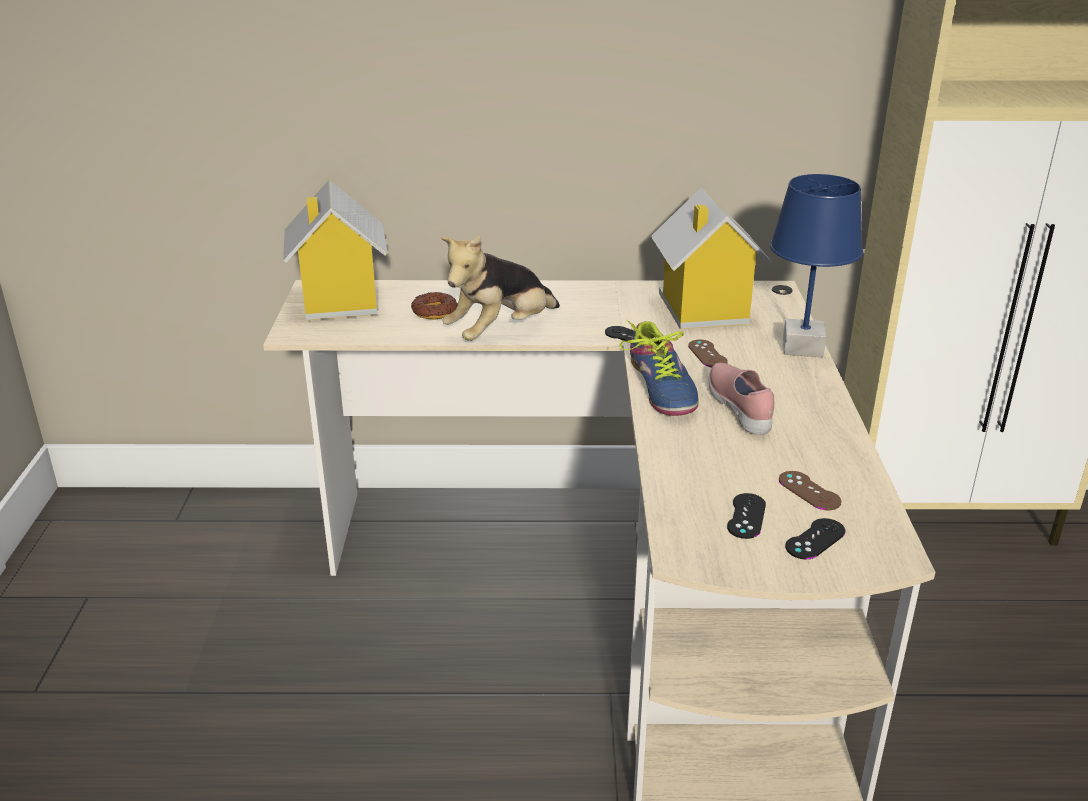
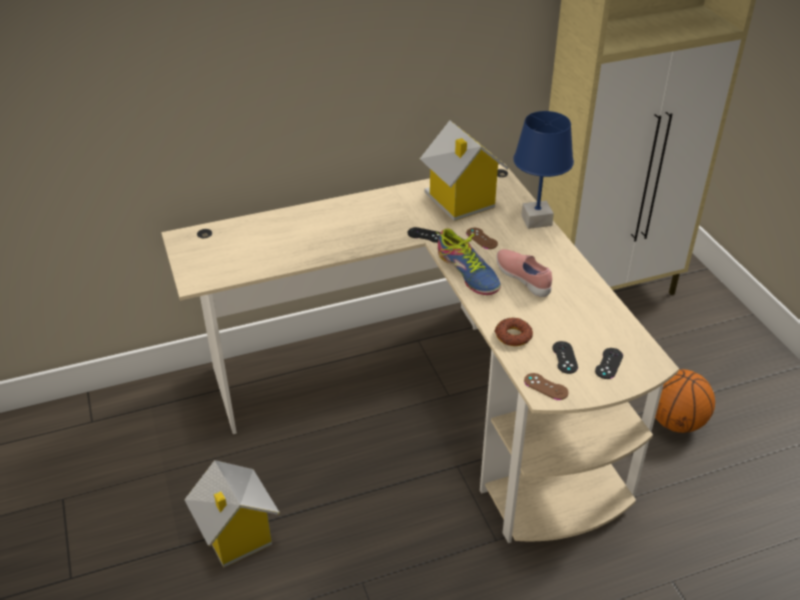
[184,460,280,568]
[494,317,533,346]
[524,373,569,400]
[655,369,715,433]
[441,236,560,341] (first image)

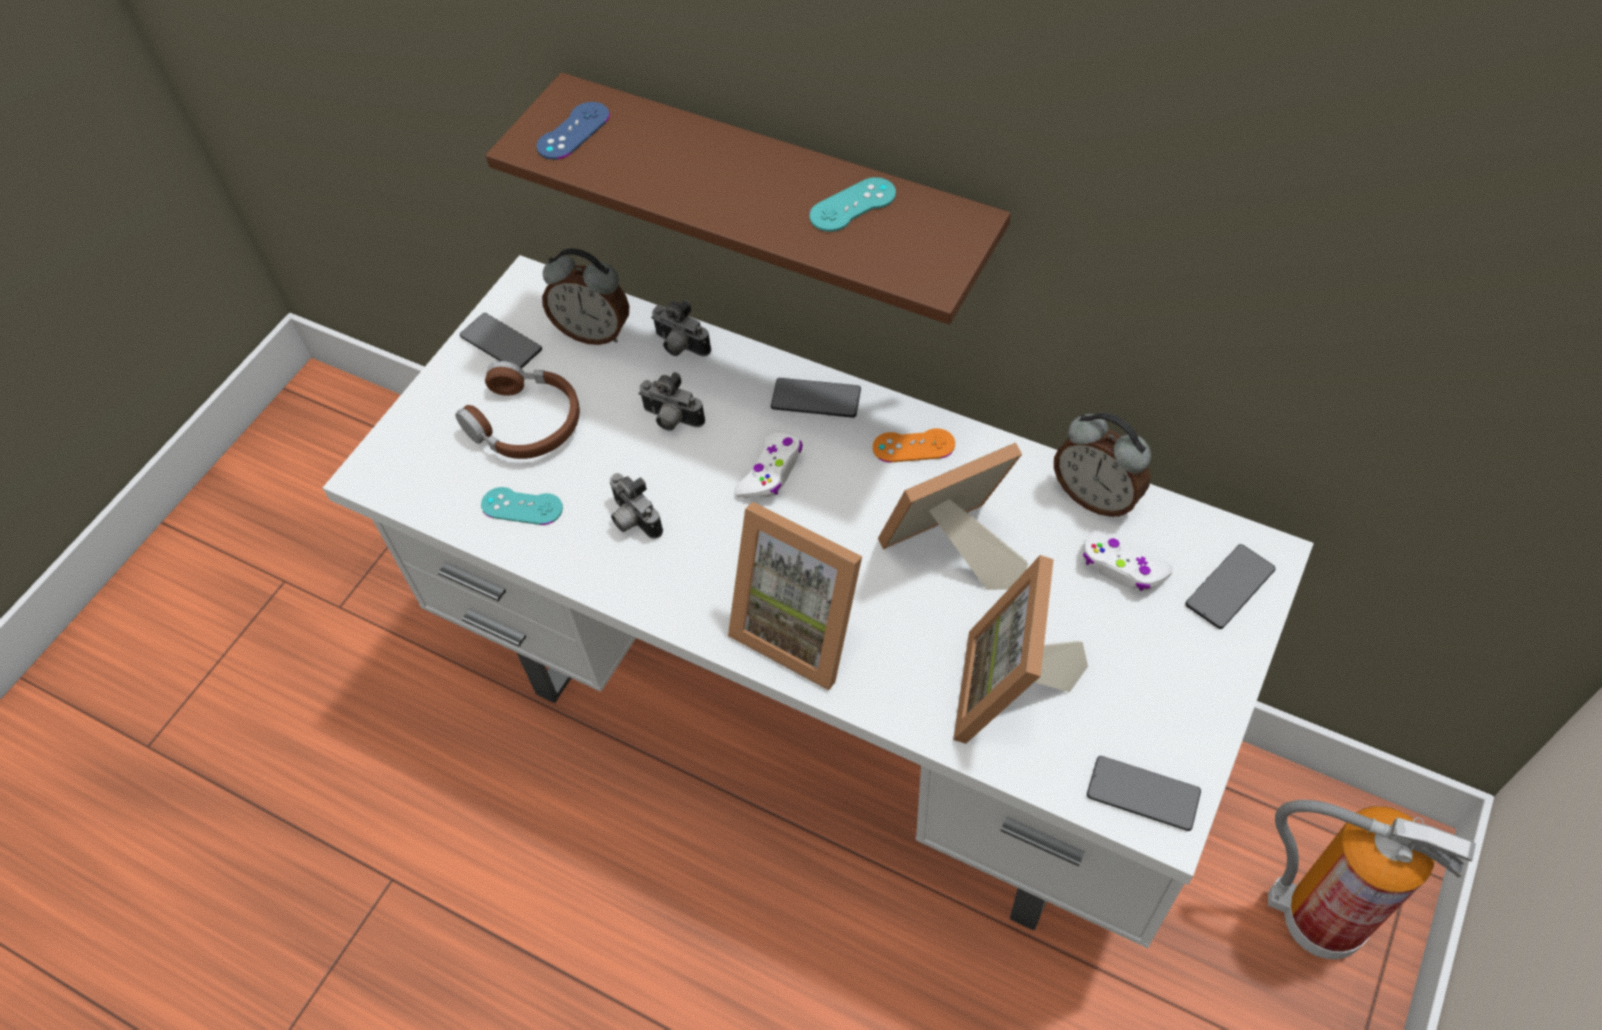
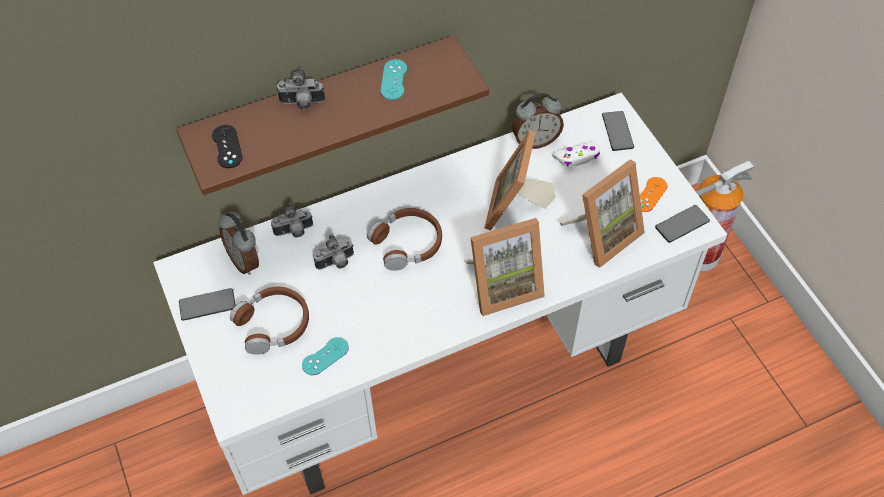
[212,125,243,168]
[219,212,259,275]
[277,68,325,109]
[367,208,442,271]
[560,160,645,268]
[640,177,667,212]
[771,378,861,418] (first image)

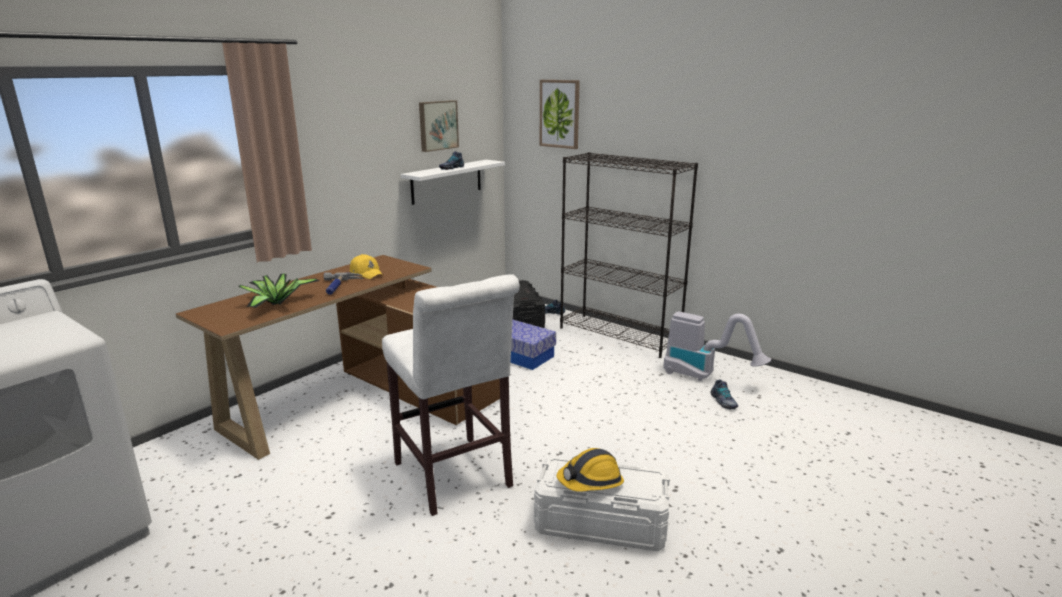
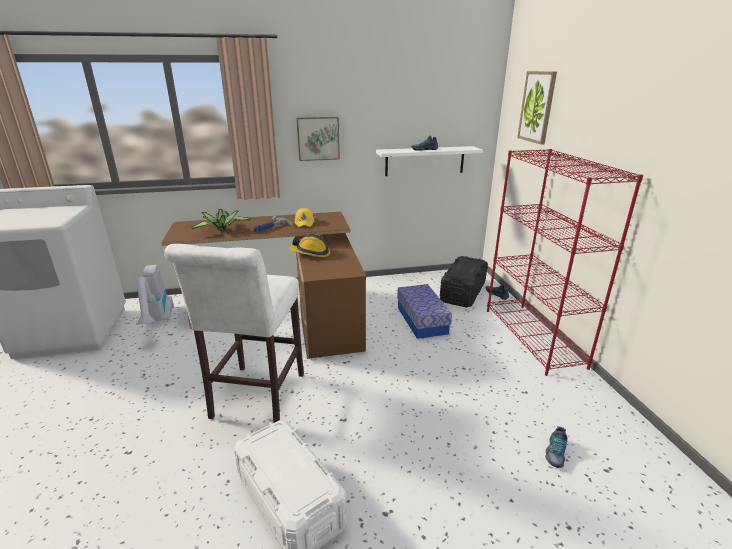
[136,265,174,324]
[289,234,330,257]
[296,117,340,161]
[487,149,643,376]

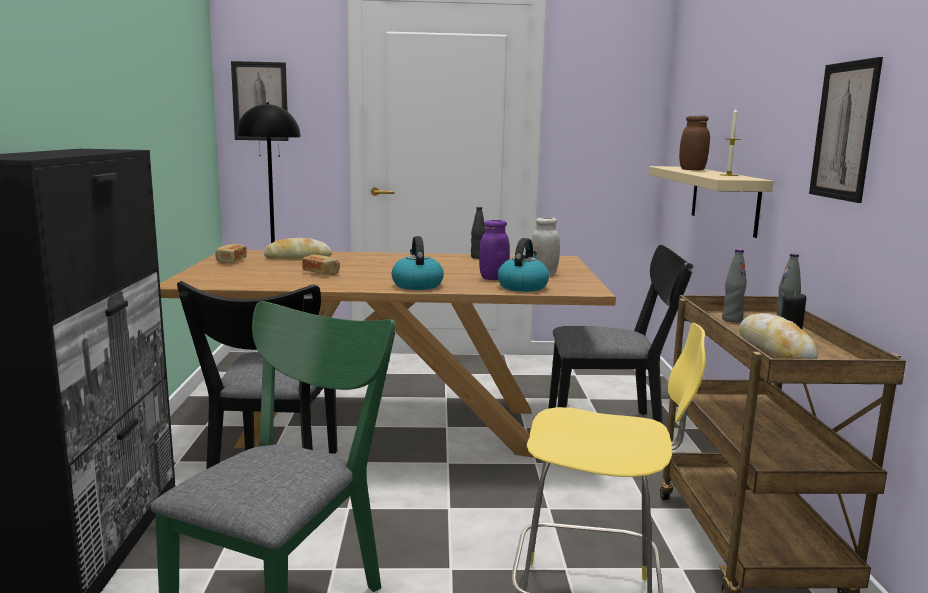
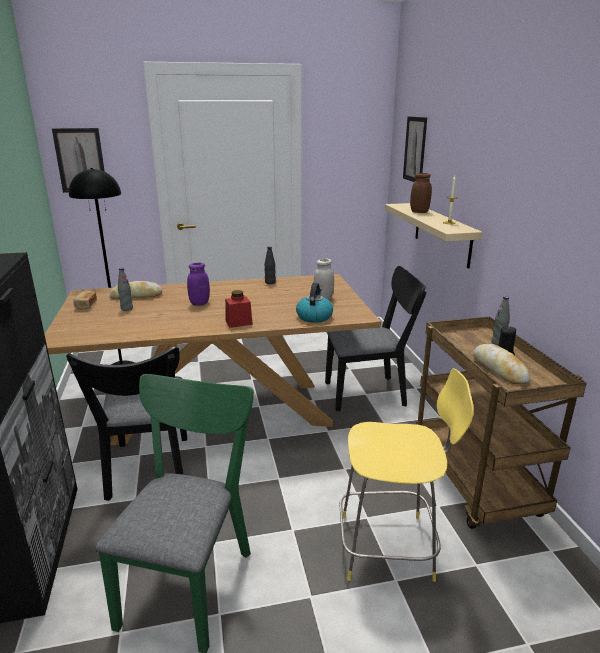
[118,268,133,311]
[187,262,210,306]
[225,290,253,328]
[403,116,427,182]
[302,255,340,275] (first image)

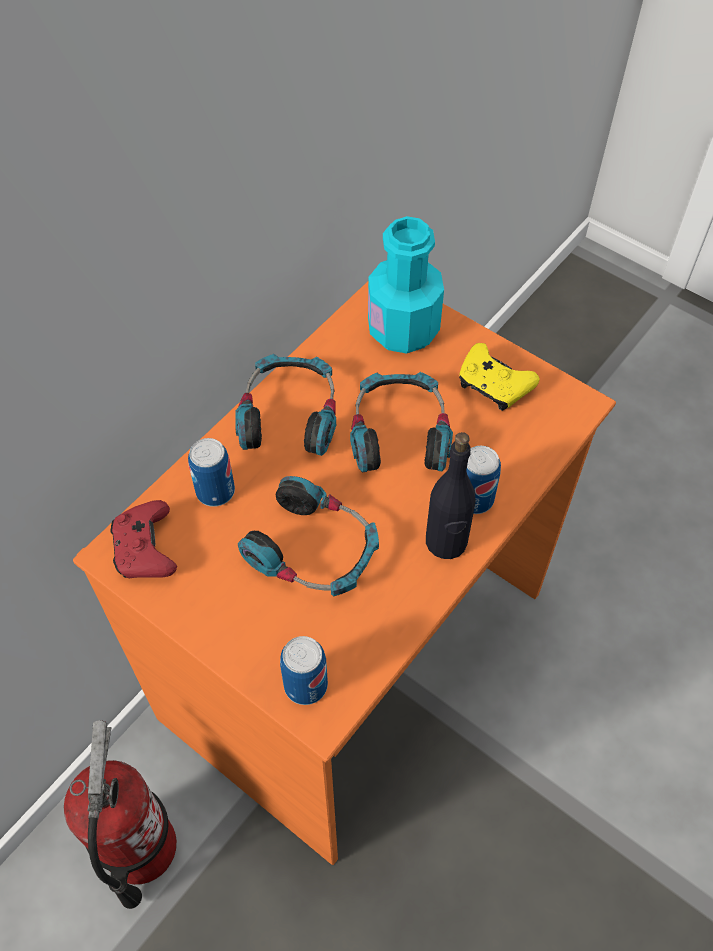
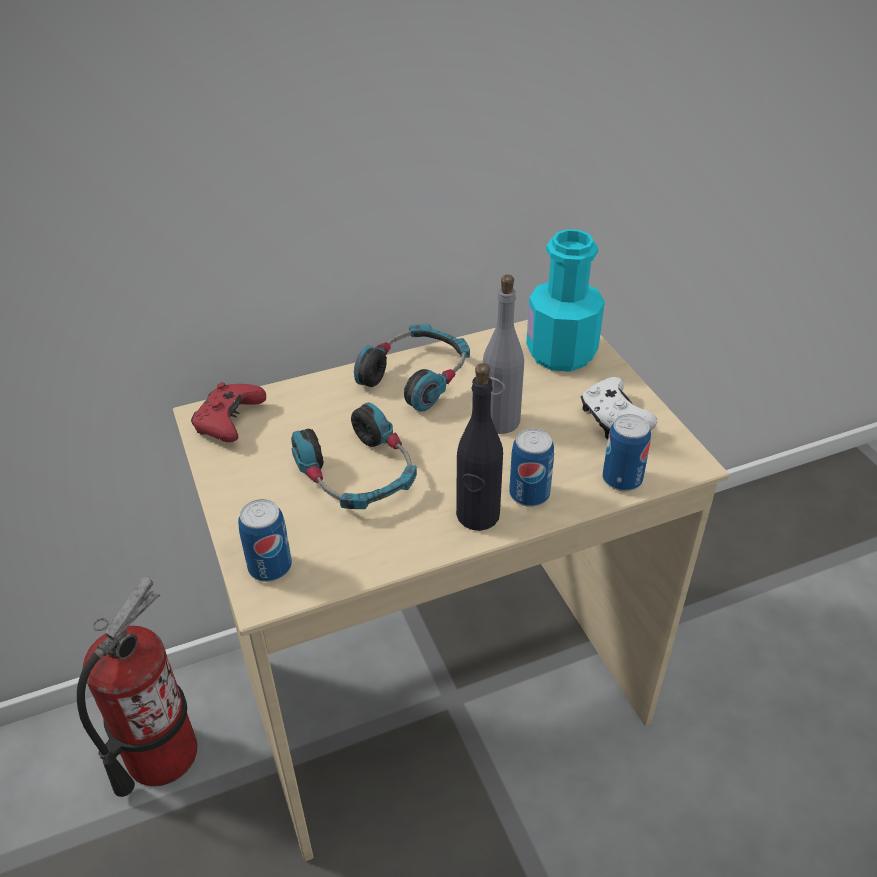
[173,320,729,861]
[483,275,524,434]
[581,377,657,440]
[602,414,651,491]

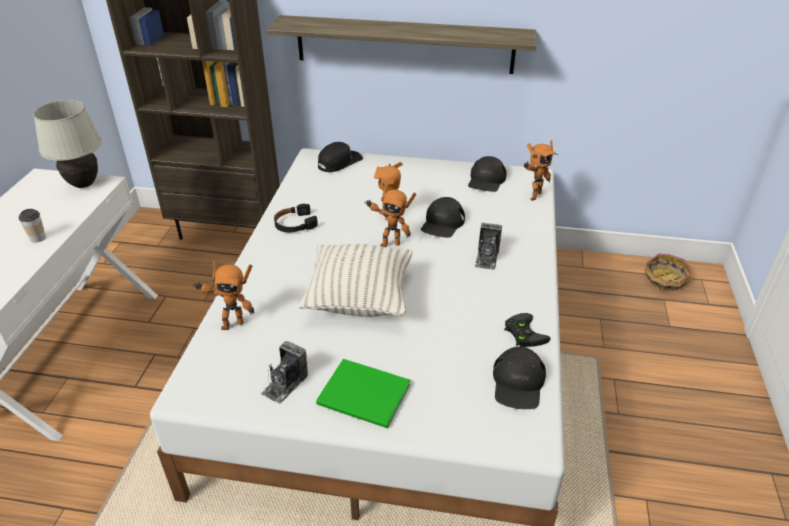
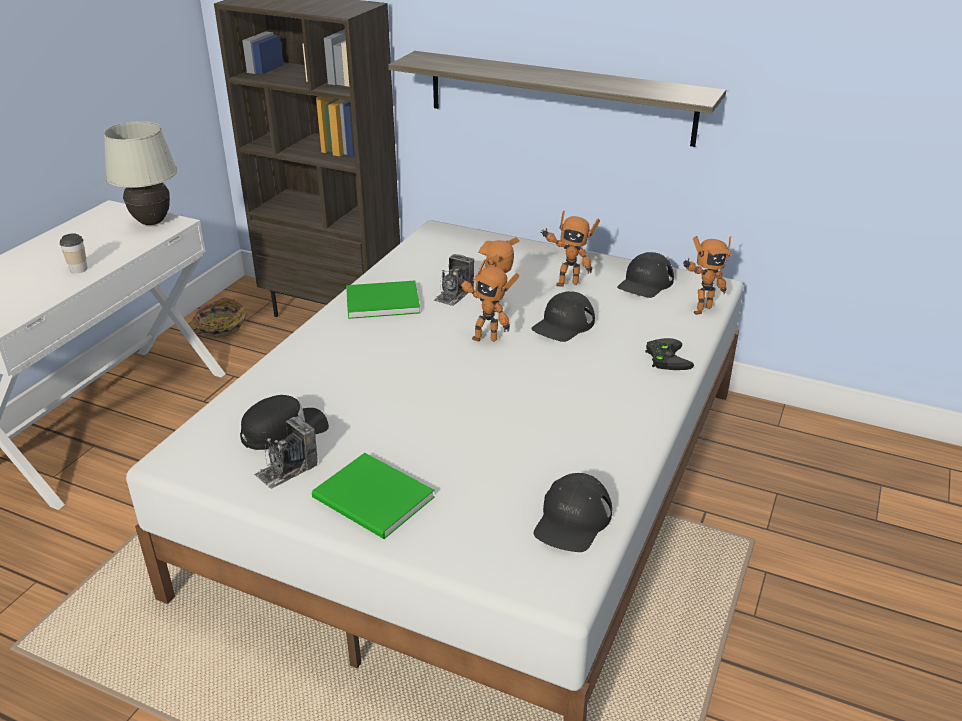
[192,298,248,338]
[240,395,329,450]
[346,281,420,319]
[433,254,474,306]
[540,211,600,287]
[645,338,694,370]
[299,244,412,317] (first image)

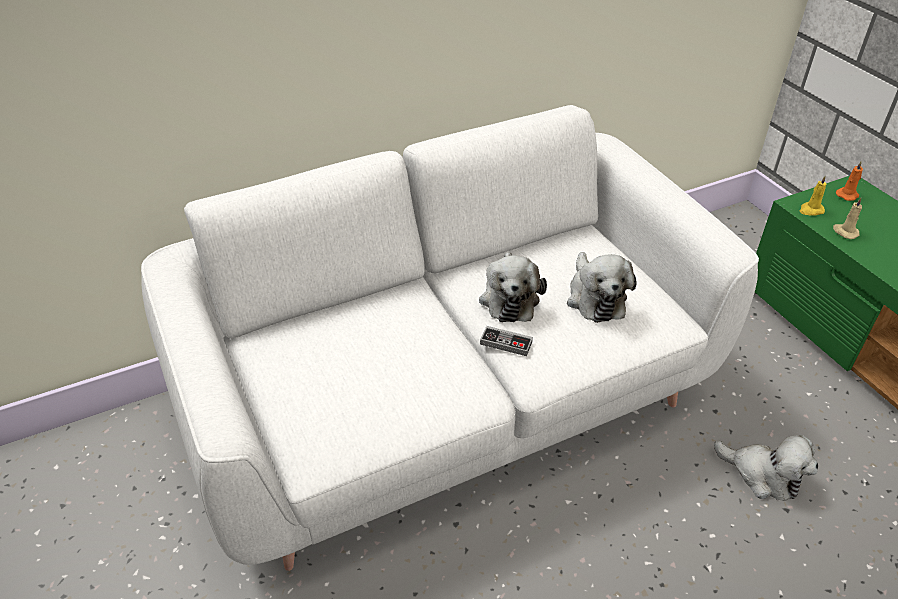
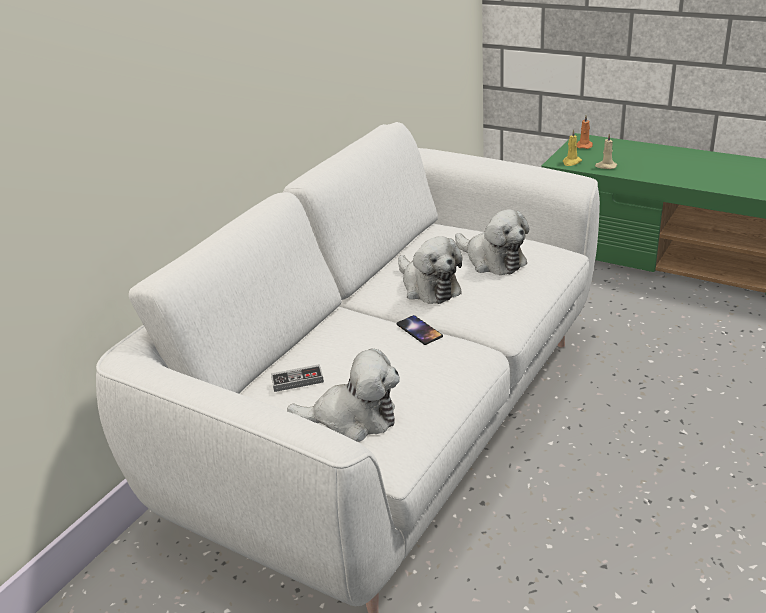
[271,364,324,392]
[287,348,400,442]
[396,315,443,345]

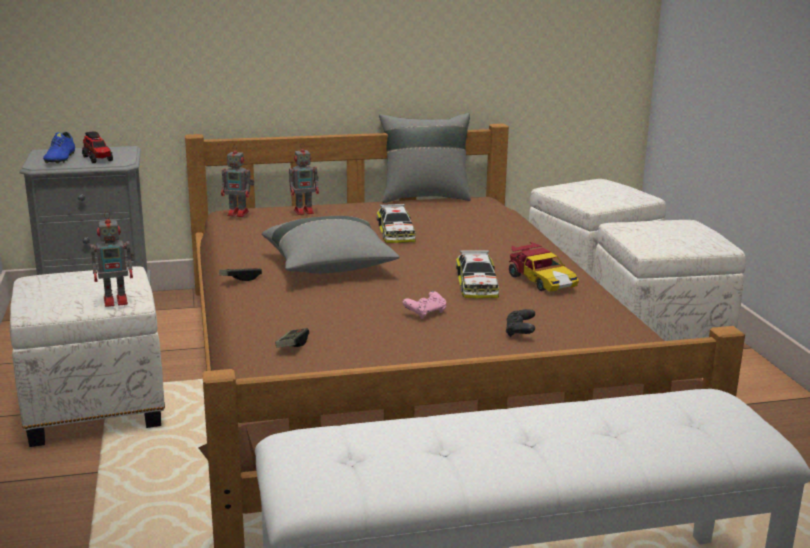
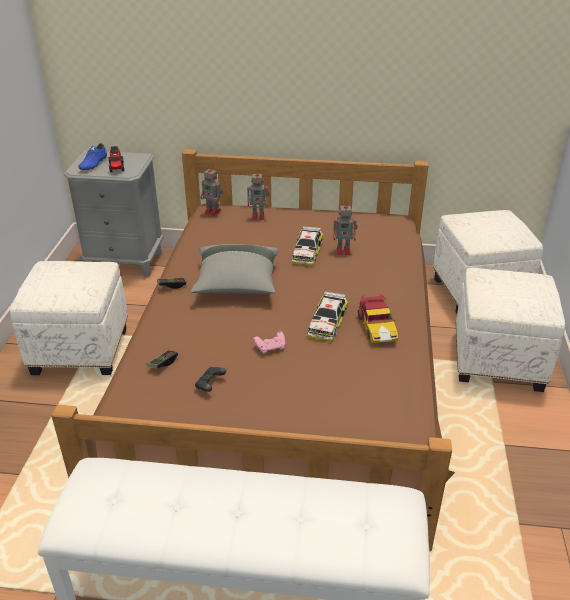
[195,367,226,392]
[333,201,358,255]
[379,113,471,203] (first image)

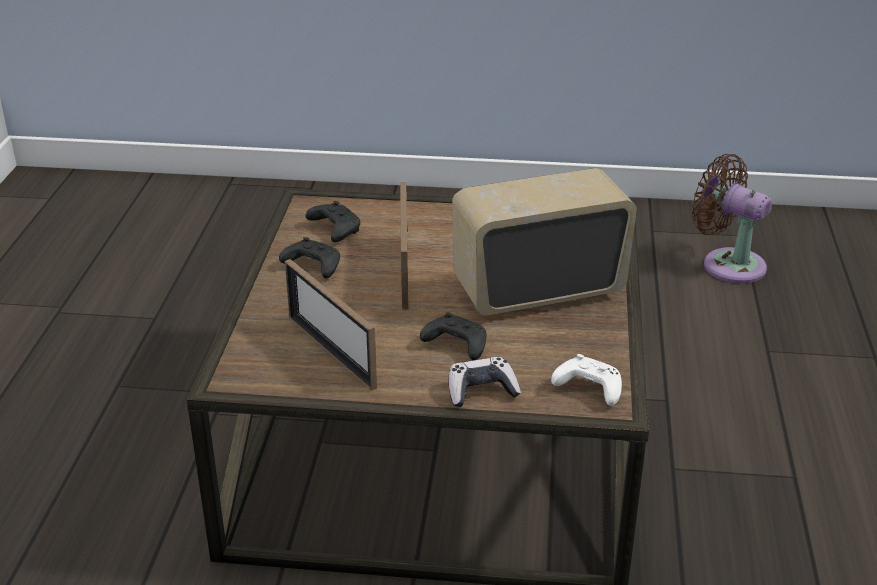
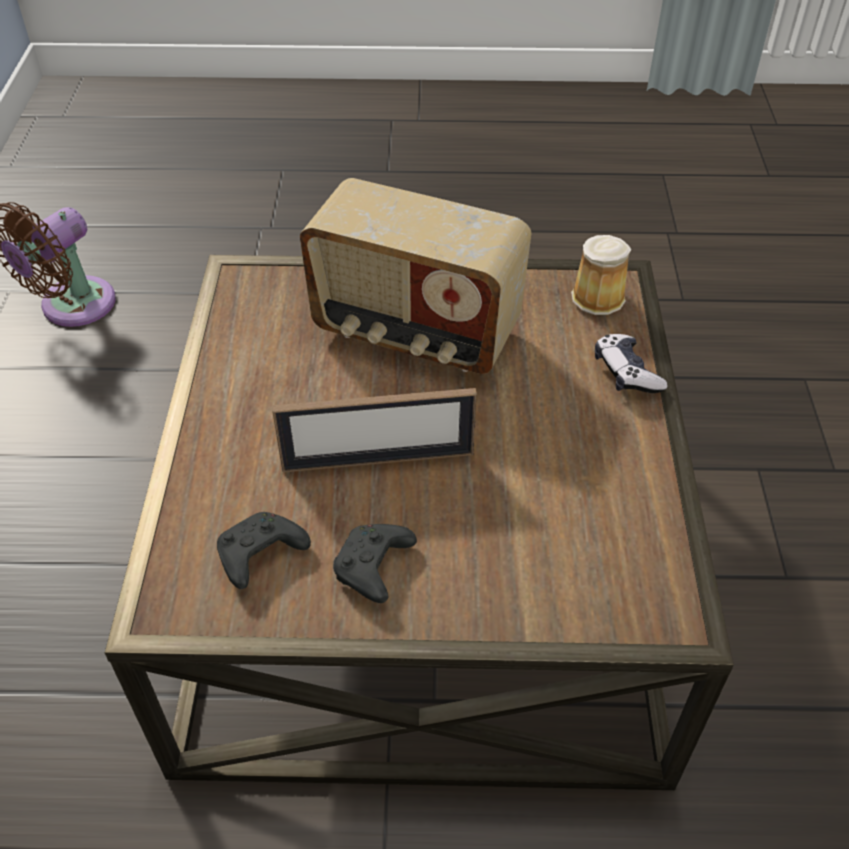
[300,178,531,374]
[571,235,632,315]
[285,259,377,391] (first image)
[420,312,487,360] (first image)

